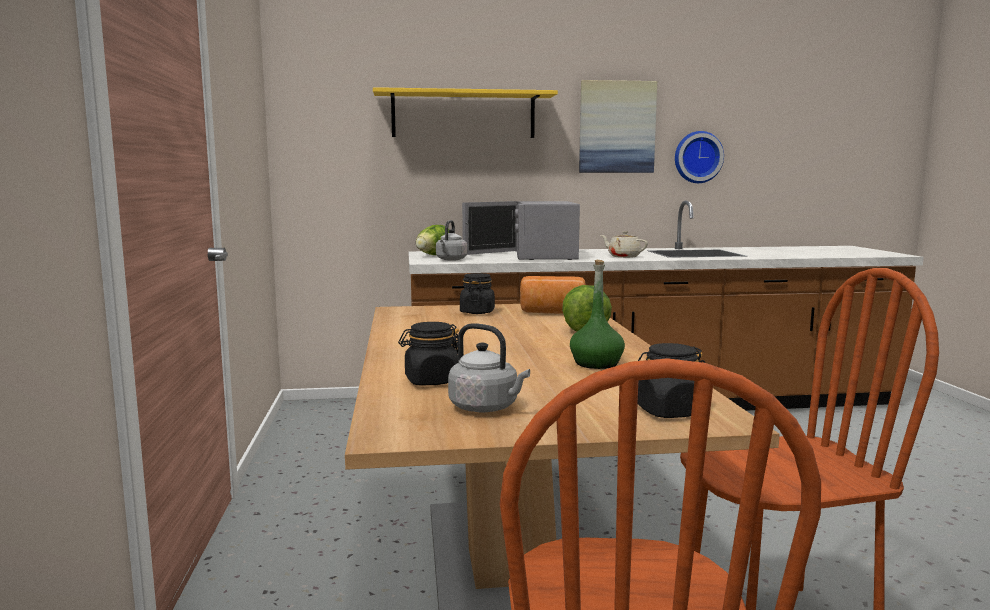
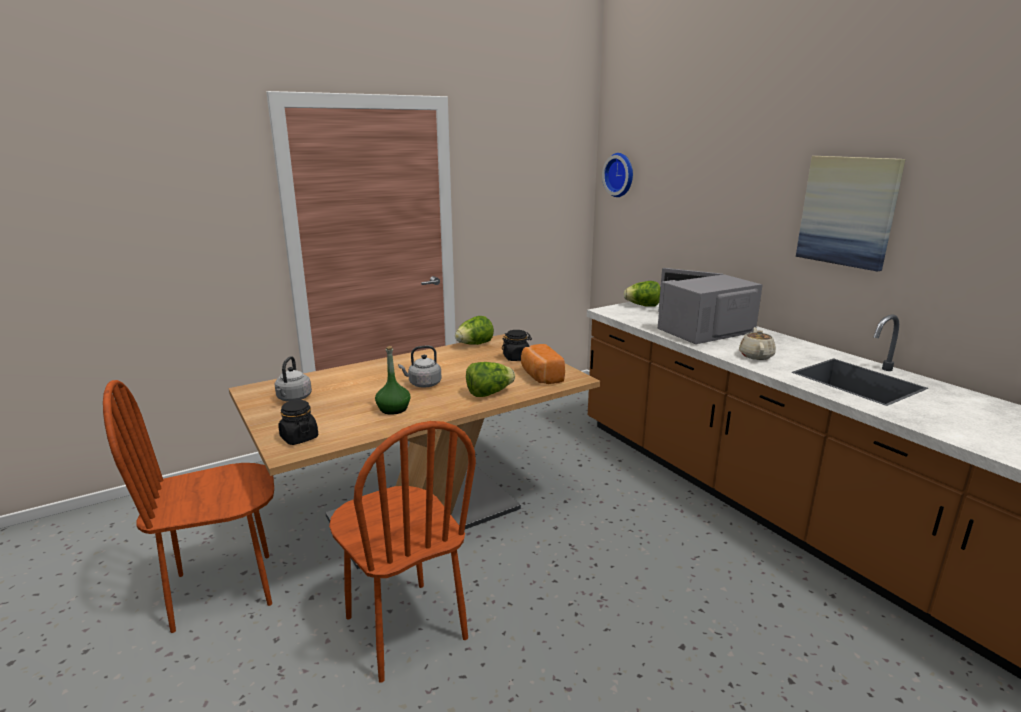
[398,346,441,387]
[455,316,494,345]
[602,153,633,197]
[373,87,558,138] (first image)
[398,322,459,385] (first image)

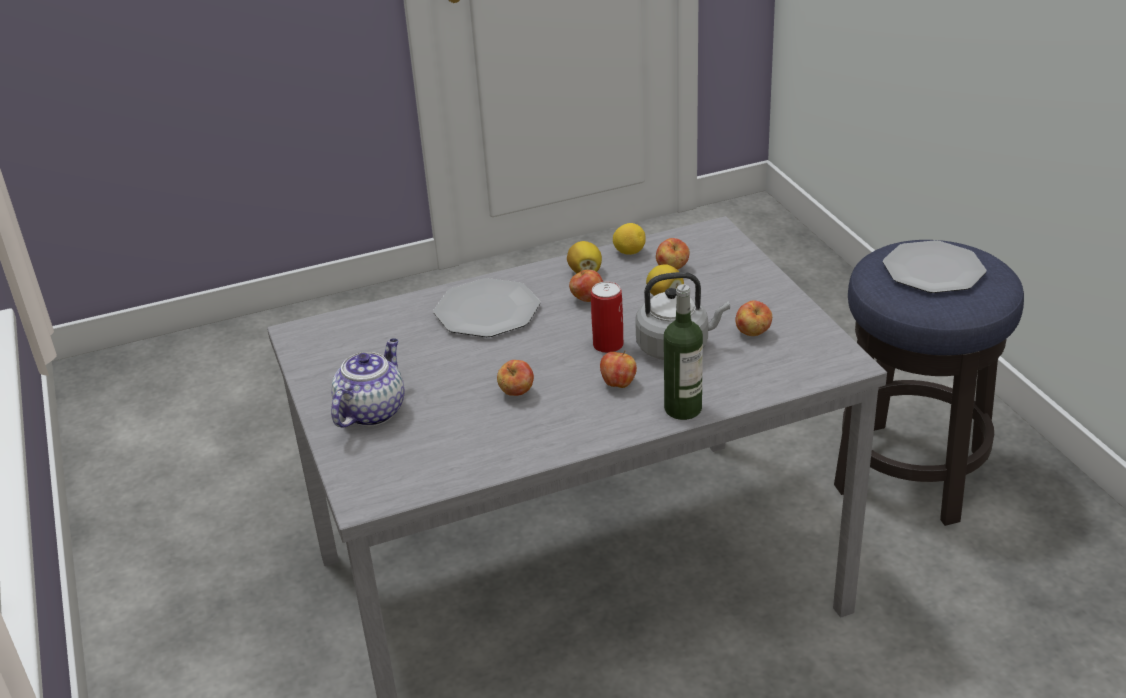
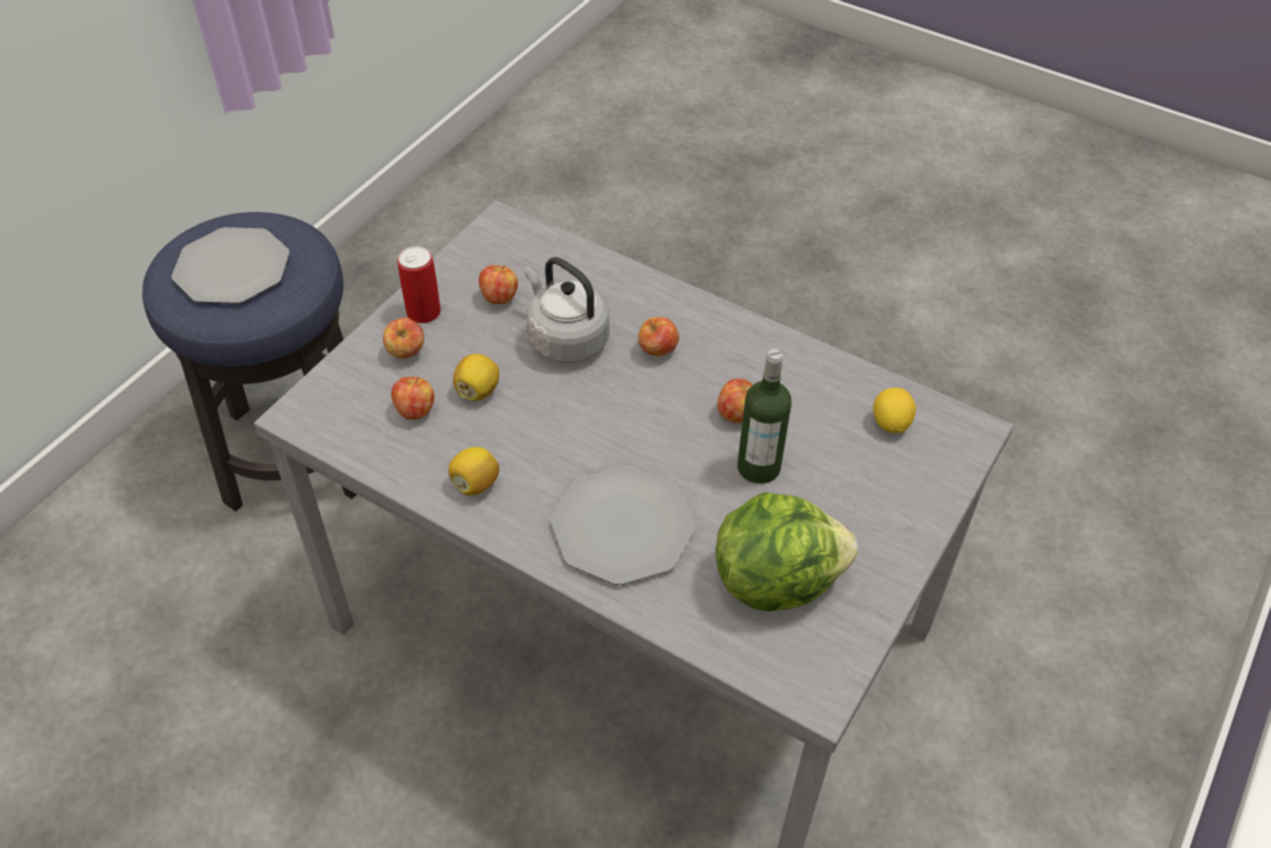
[383,318,424,359]
[397,246,441,323]
[716,492,858,612]
[738,349,792,484]
[873,388,916,433]
[331,338,405,428] (first image)

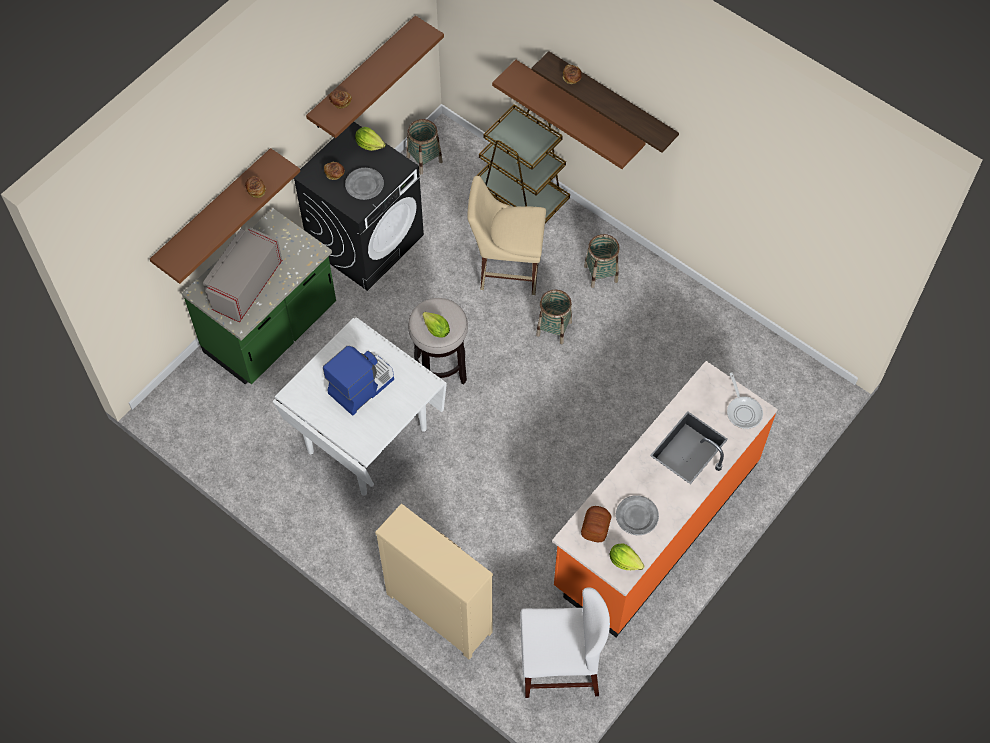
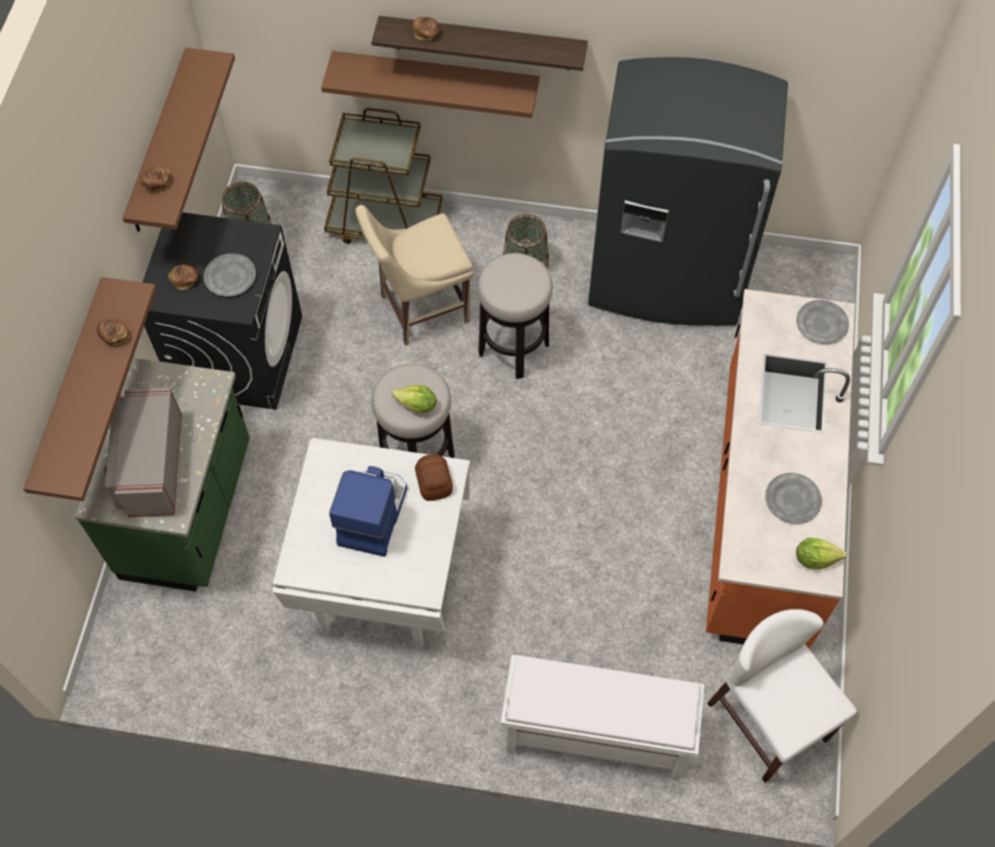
[415,454,453,501]
[477,253,553,379]
[500,655,705,781]
[588,57,788,326]
[707,609,857,783]
[796,300,849,344]
[355,127,385,151] (first image)

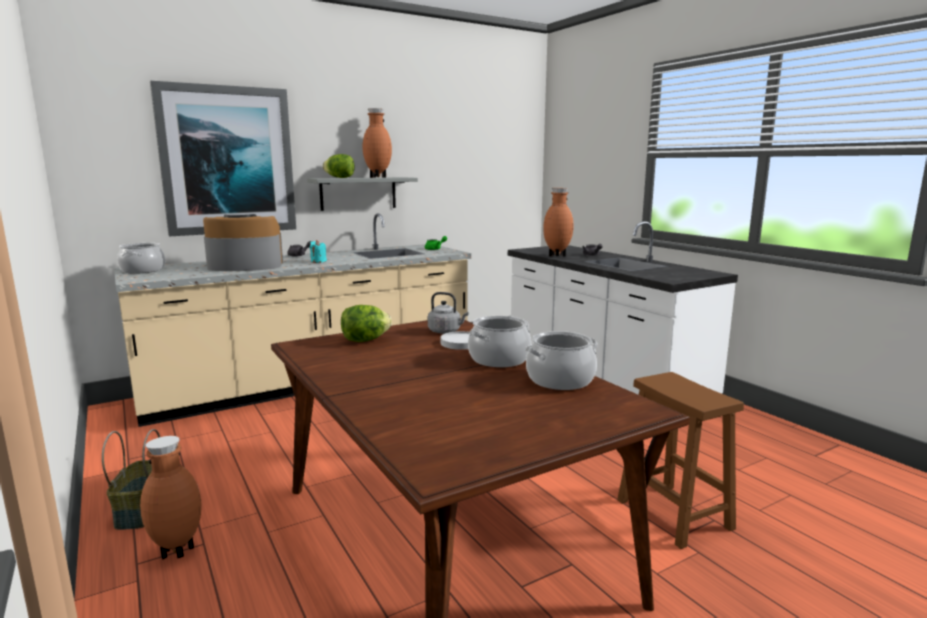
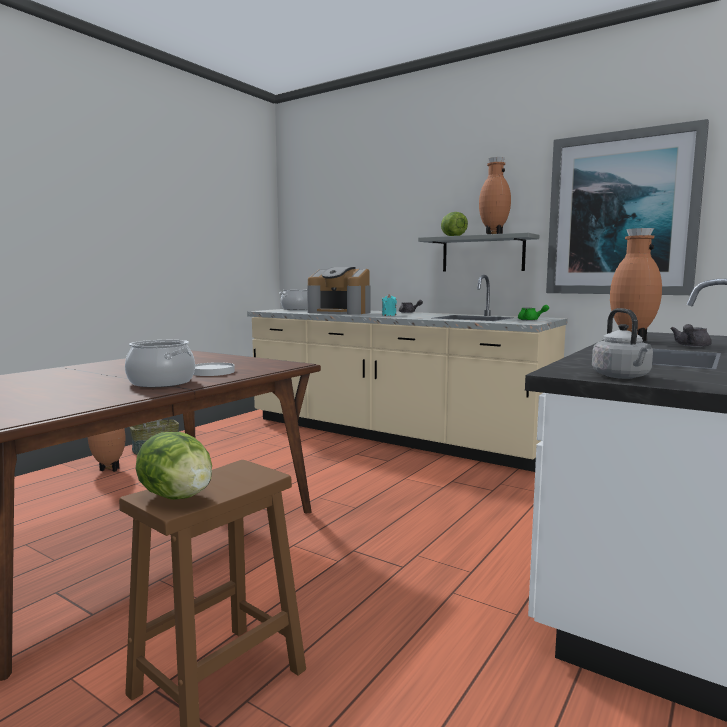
[136,432,212,500]
[307,267,370,315]
[546,119,709,295]
[592,308,653,379]
[525,331,598,390] (first image)

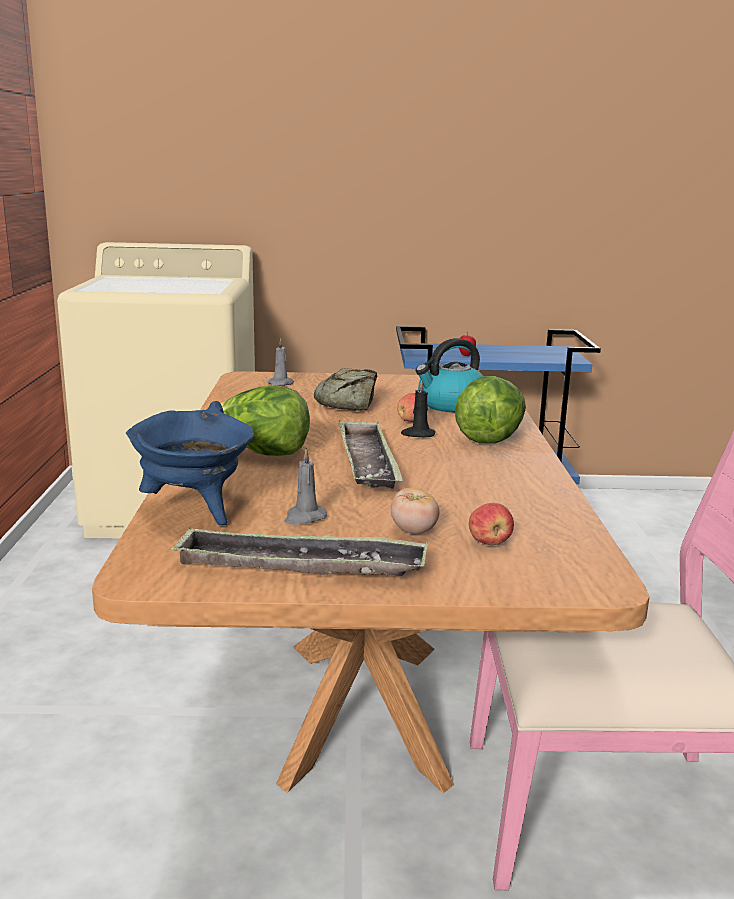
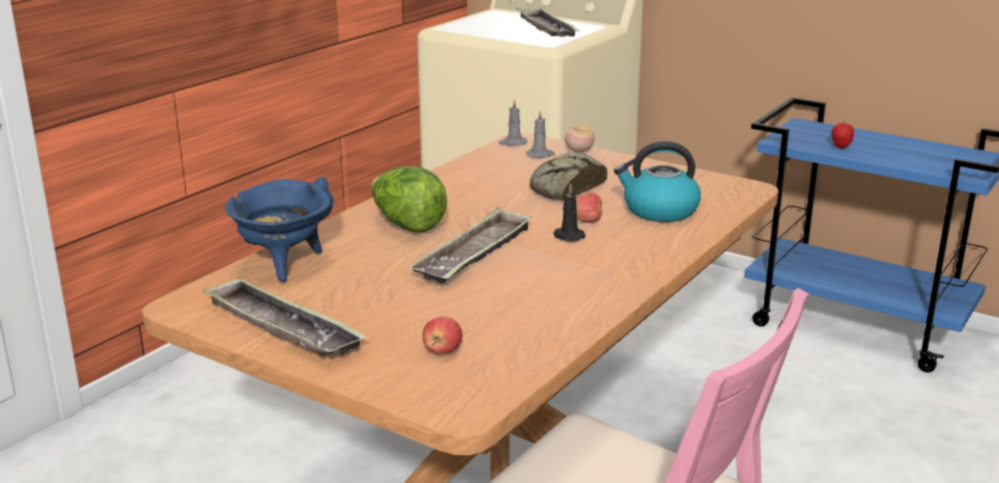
[499,99,527,146]
[516,7,580,37]
[565,125,594,152]
[455,376,526,444] (first image)

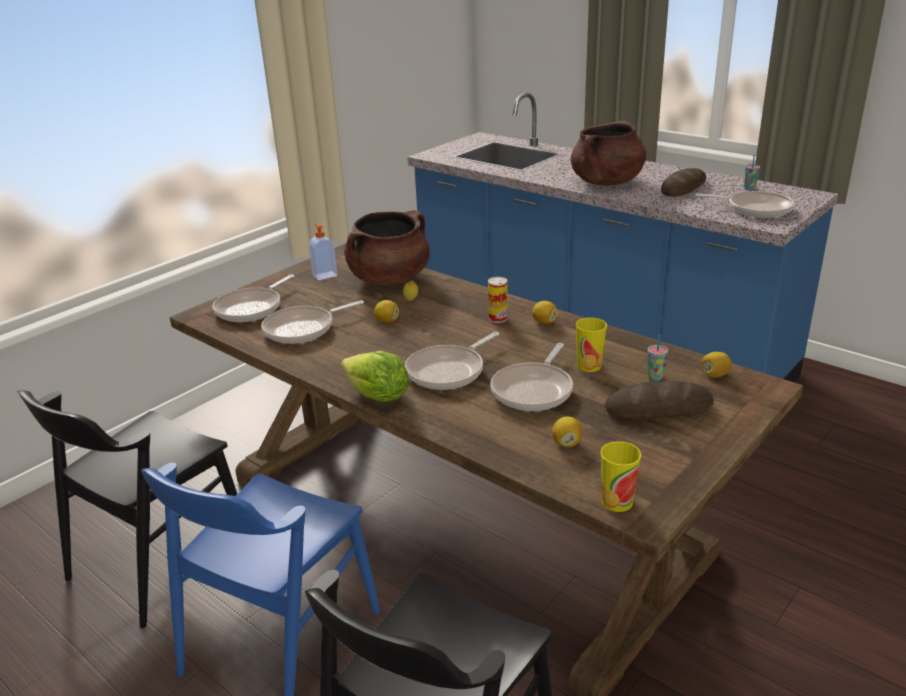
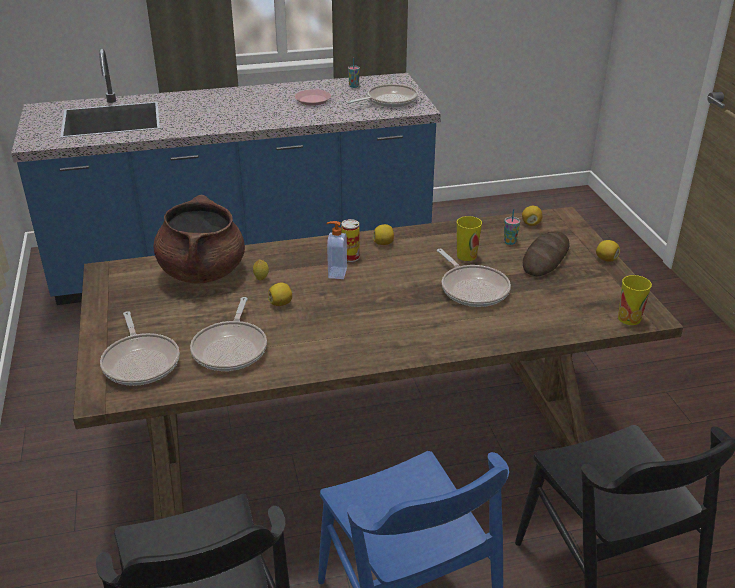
[295,89,331,106]
[327,221,347,279]
[596,240,620,262]
[341,351,409,402] (first image)
[405,332,500,390] (first image)
[571,121,646,186] (first image)

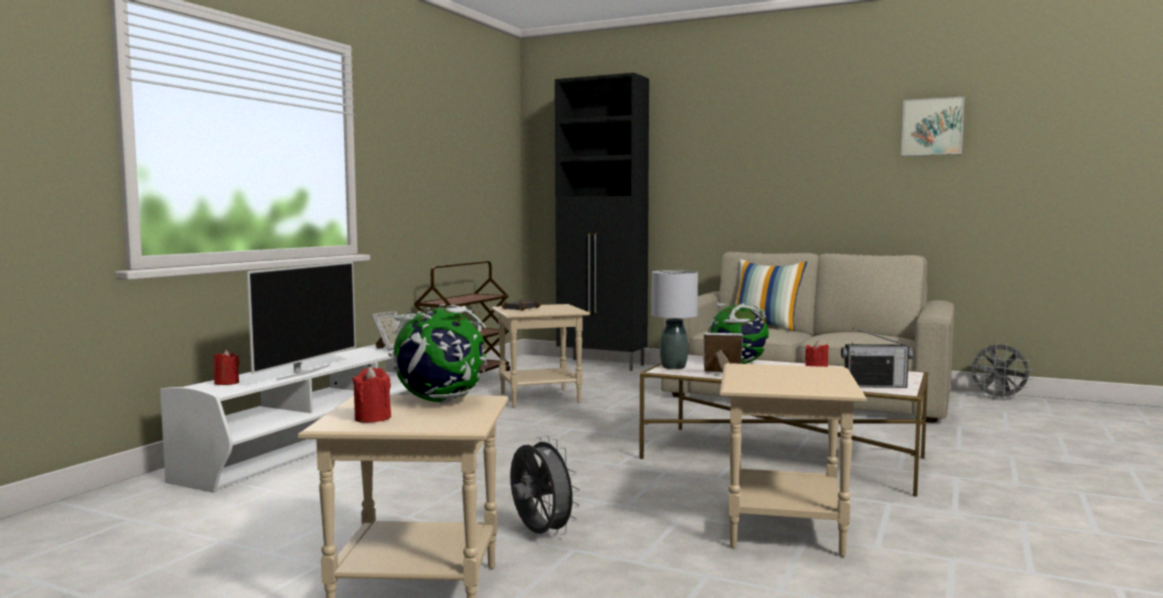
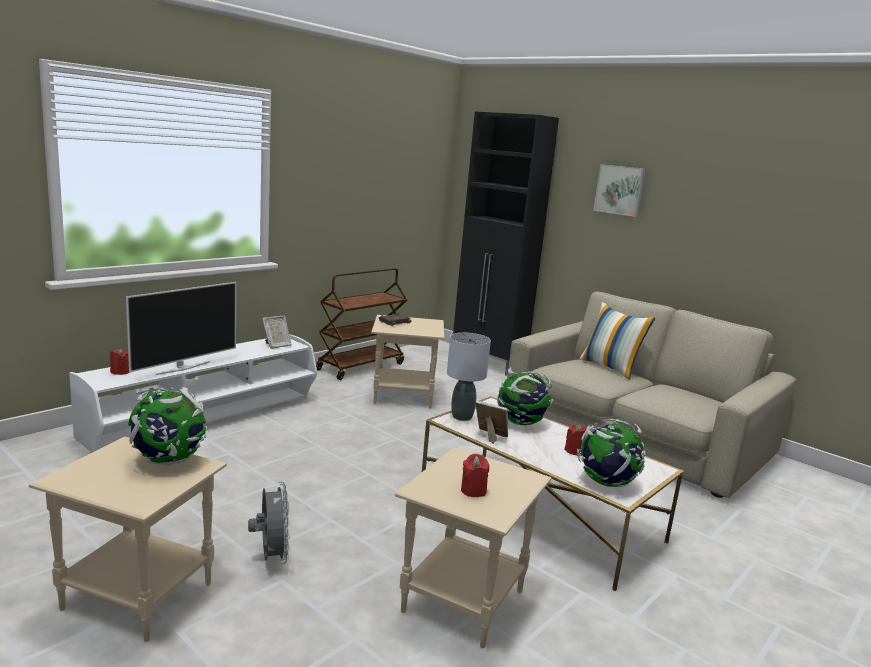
[461,454,489,497]
[577,419,646,487]
[593,164,646,217]
[968,343,1033,401] (first image)

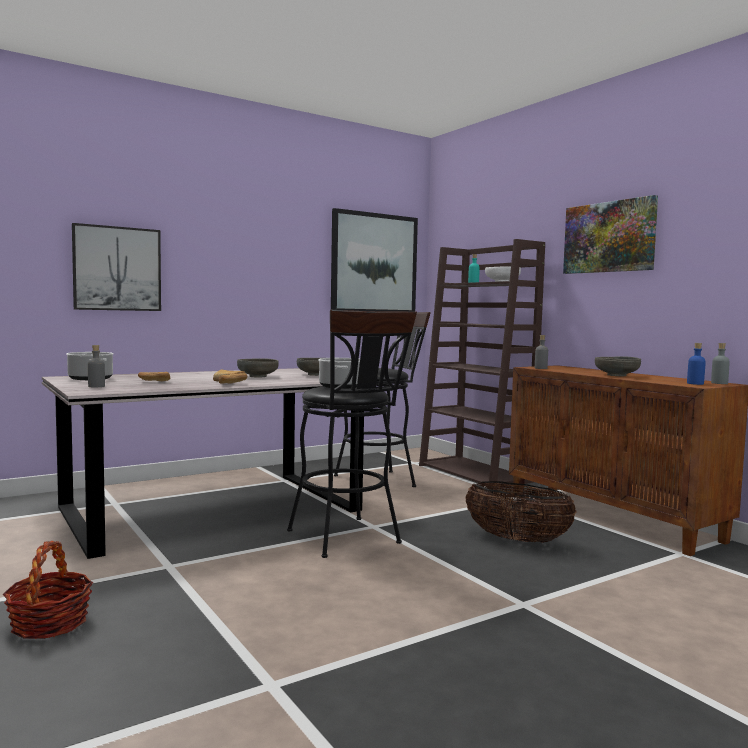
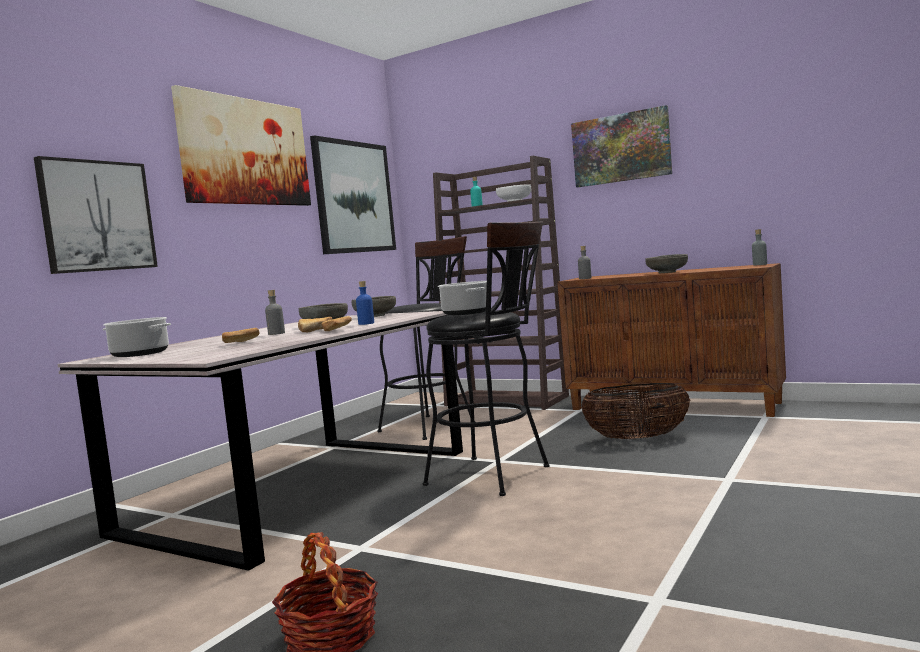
[171,85,311,206]
[265,290,285,335]
[356,281,374,325]

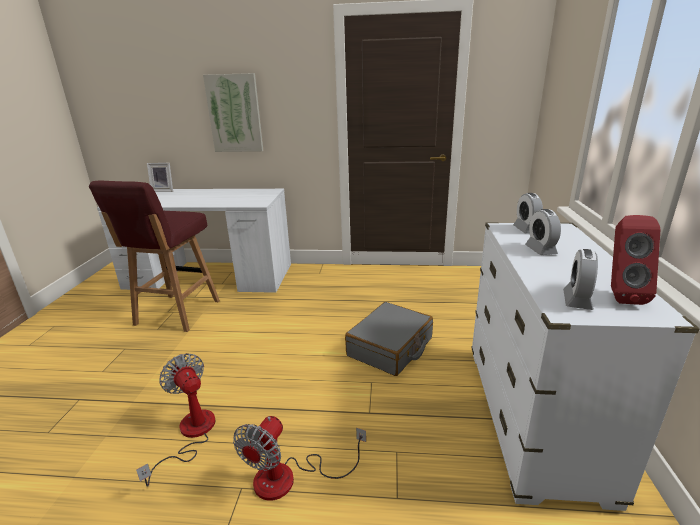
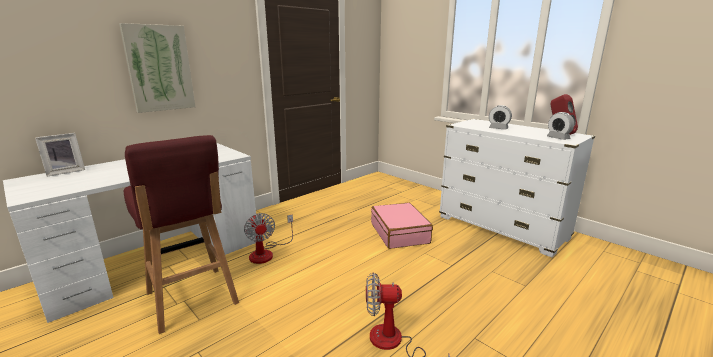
[244,213,293,264]
[371,203,433,249]
[513,193,543,233] (first image)

